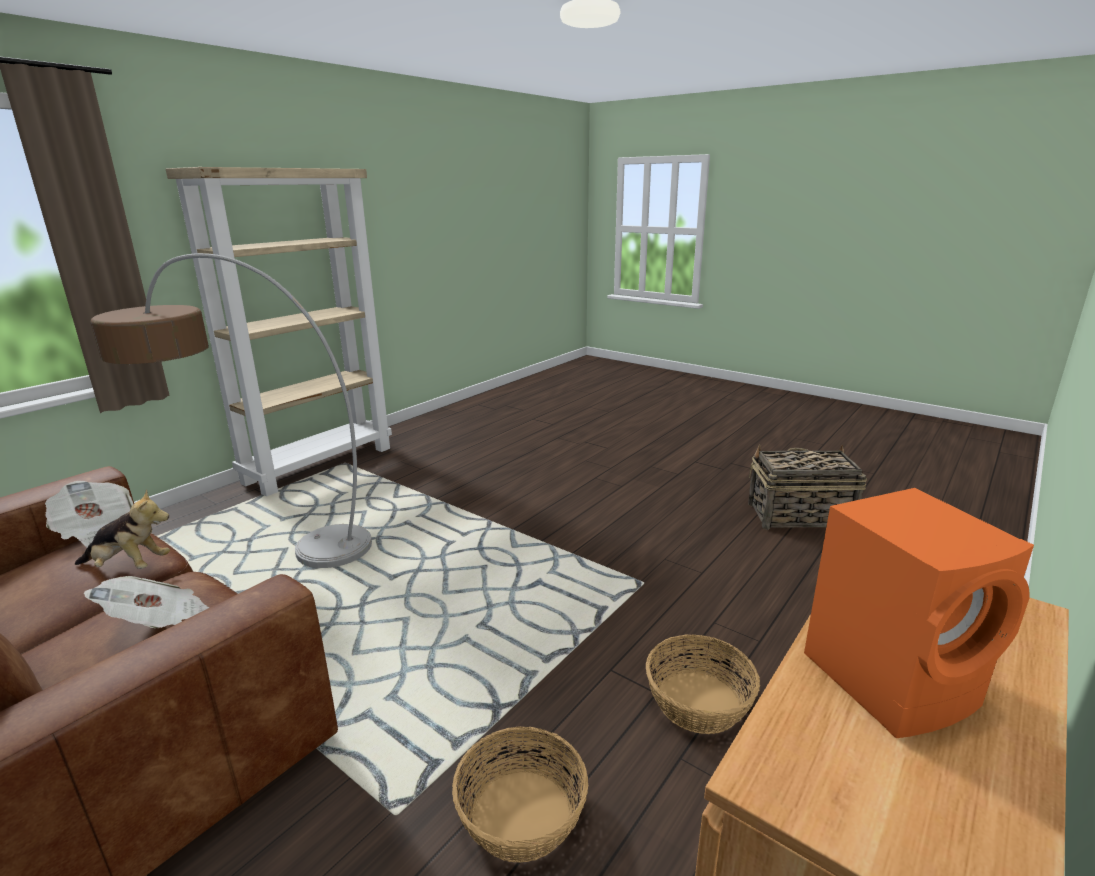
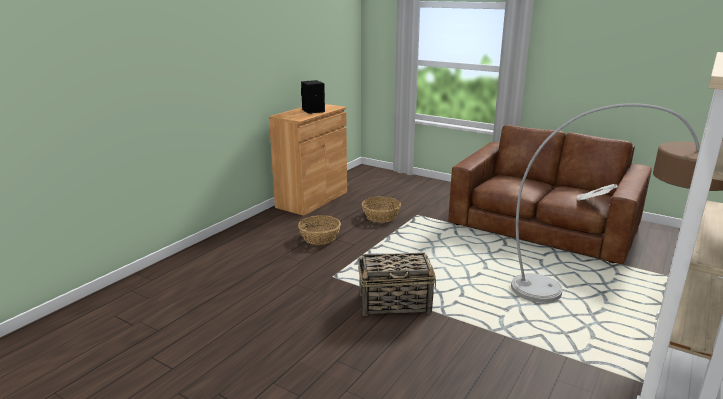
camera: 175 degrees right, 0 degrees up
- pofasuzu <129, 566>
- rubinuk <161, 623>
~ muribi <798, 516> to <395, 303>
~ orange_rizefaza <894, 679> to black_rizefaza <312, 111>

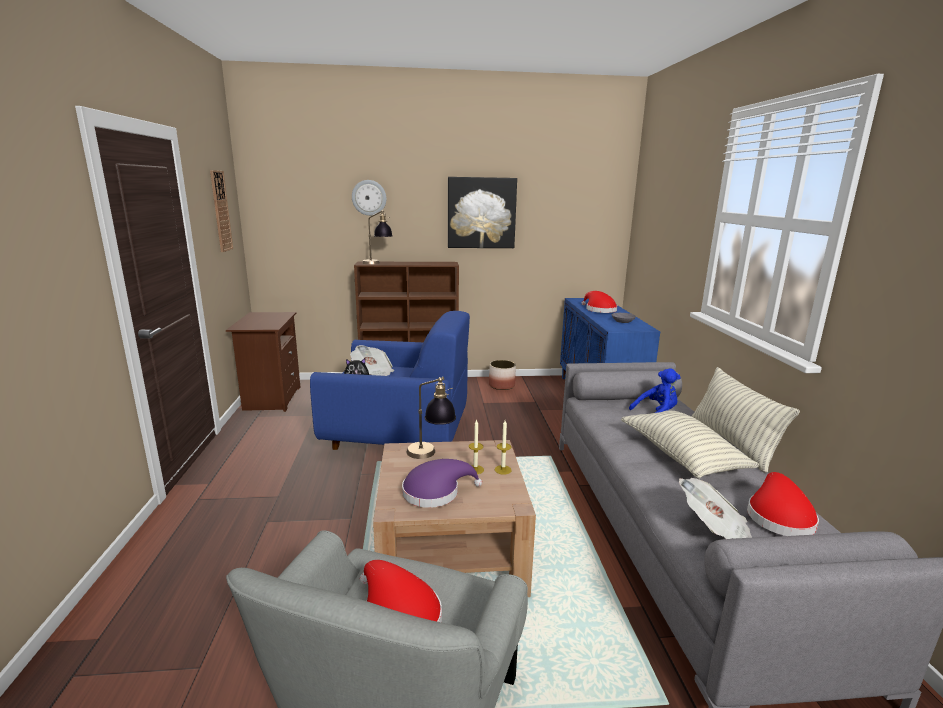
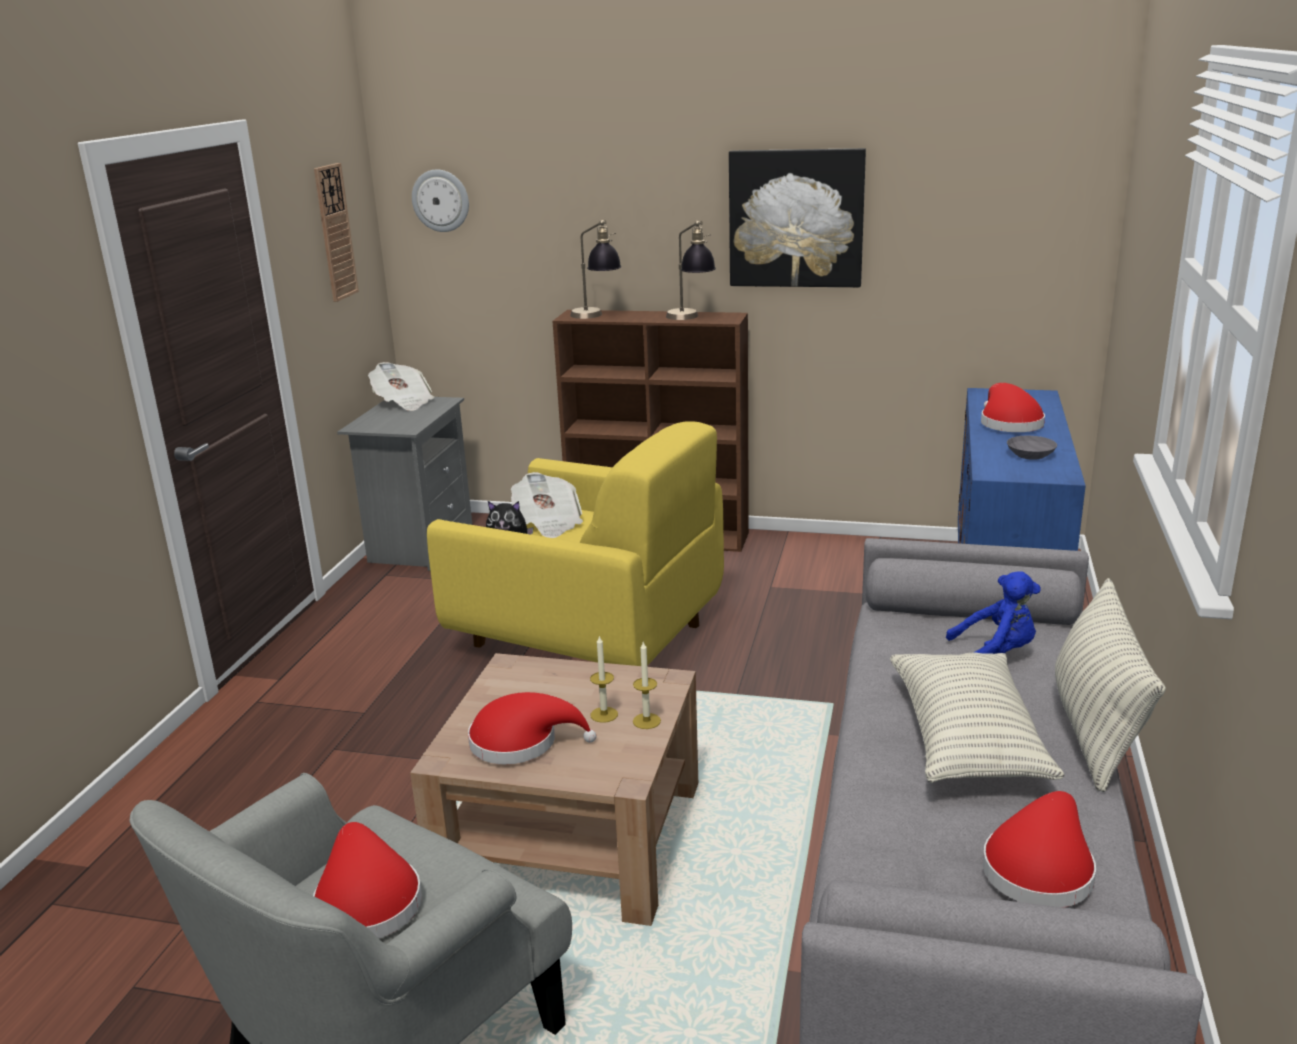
camera: 20 degrees right, 5 degrees up
- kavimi <502, 386>
~ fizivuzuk <369, 197> to <441, 200>
~ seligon <430, 455> to <690, 318>
~ rubinuk <715, 530> to <403, 403>
~ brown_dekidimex <271, 398> to grey_dekidimex <419, 545>
~ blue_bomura <399, 436> to yellow_bomura <590, 636>
~ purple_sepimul <435, 492> to red_sepimul <521, 742>

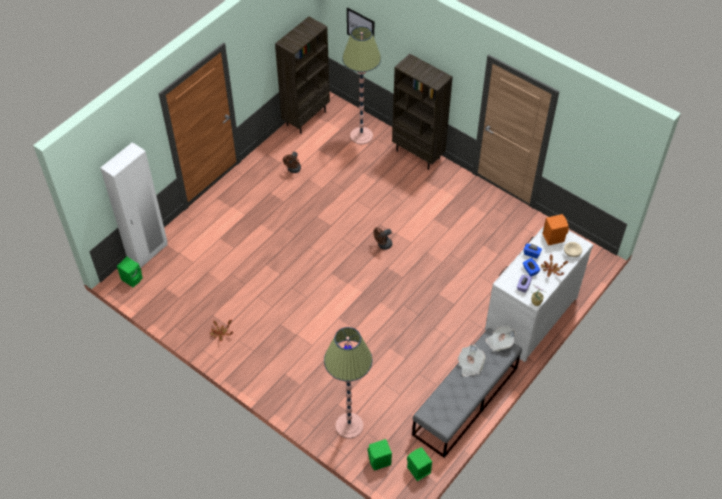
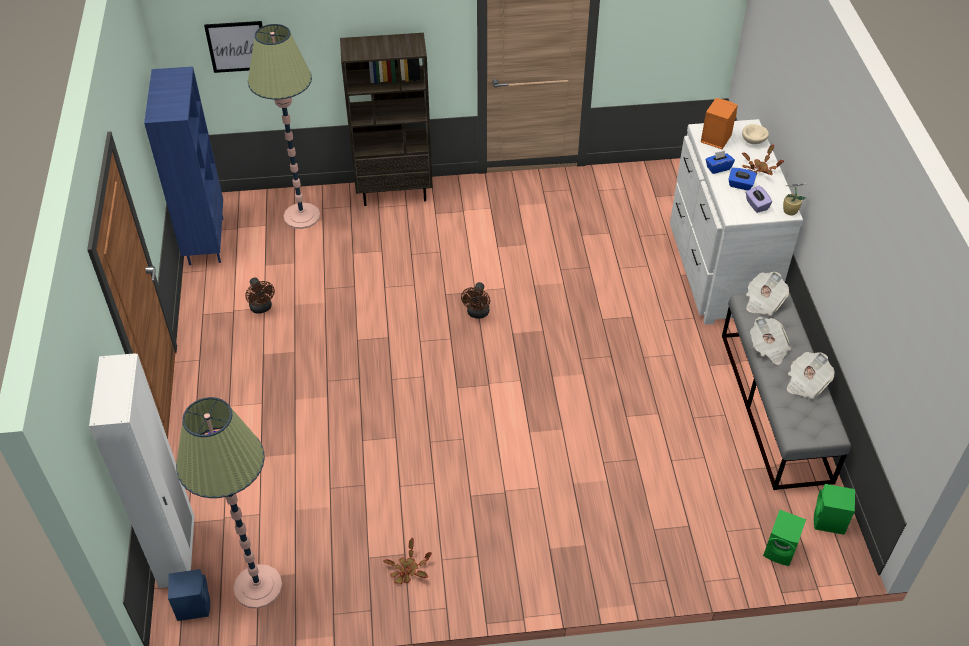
camera: 45 degrees left, 5 degrees down
+ rubinuk <806, 383>
~ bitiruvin <349, 426> to <258, 586>
~ green_rizefaza <132, 278> to blue_rizefaza <193, 605>
~ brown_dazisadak <306, 118> to blue_dazisadak <205, 241>

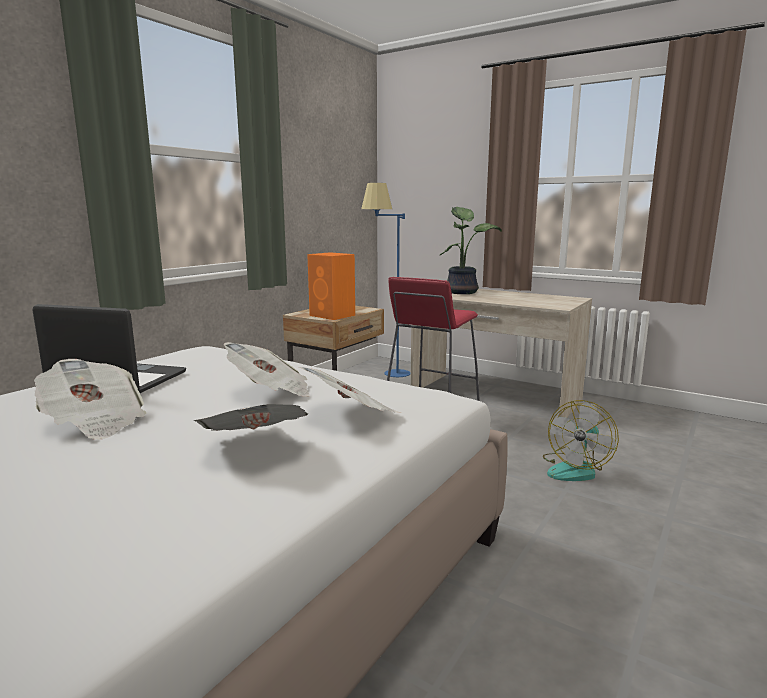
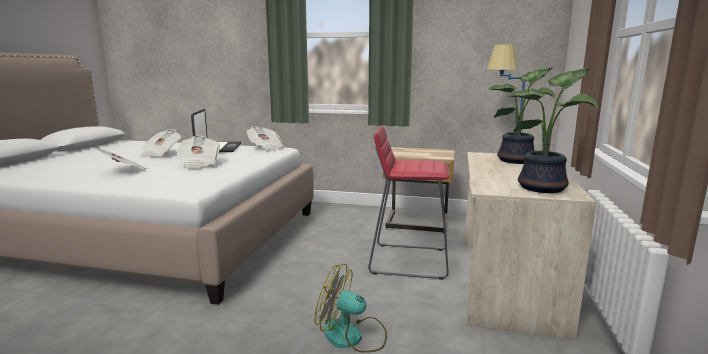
camera: 70 degrees right, 0 degrees up
- orange_rizefaza <333, 315>
+ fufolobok <545, 188>
~ rubinuk <351, 415> to <265, 148>

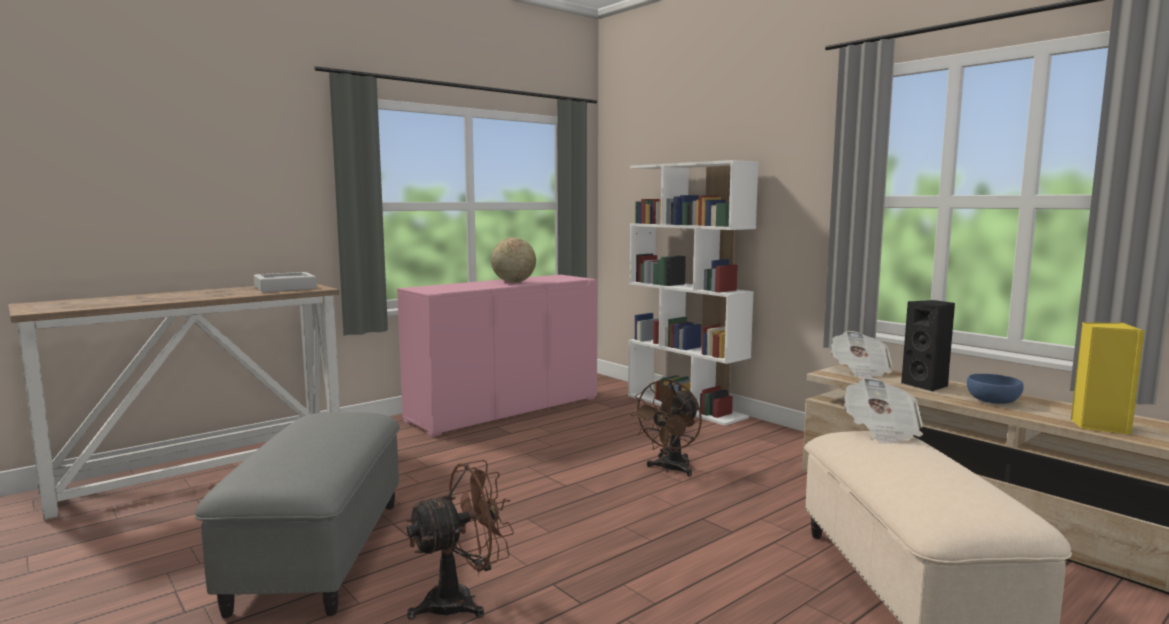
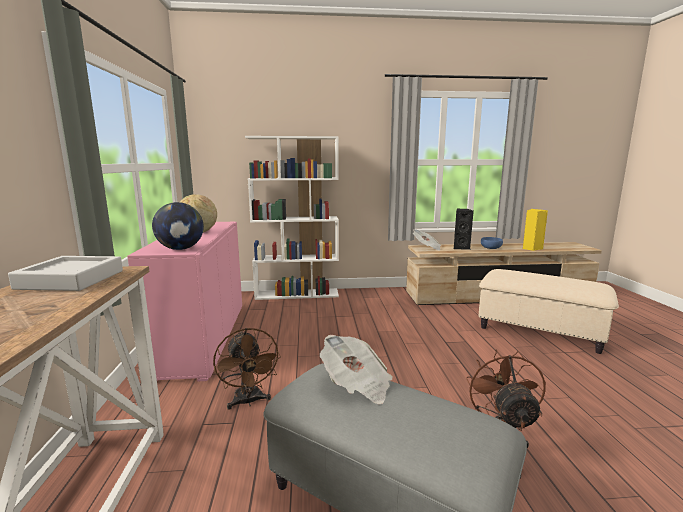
camera: 55 degrees left, 5 degrees up
+ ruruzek <181, 249>
~ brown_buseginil <670, 469> to <248, 402>
~ rubinuk <881, 431> to <357, 385>

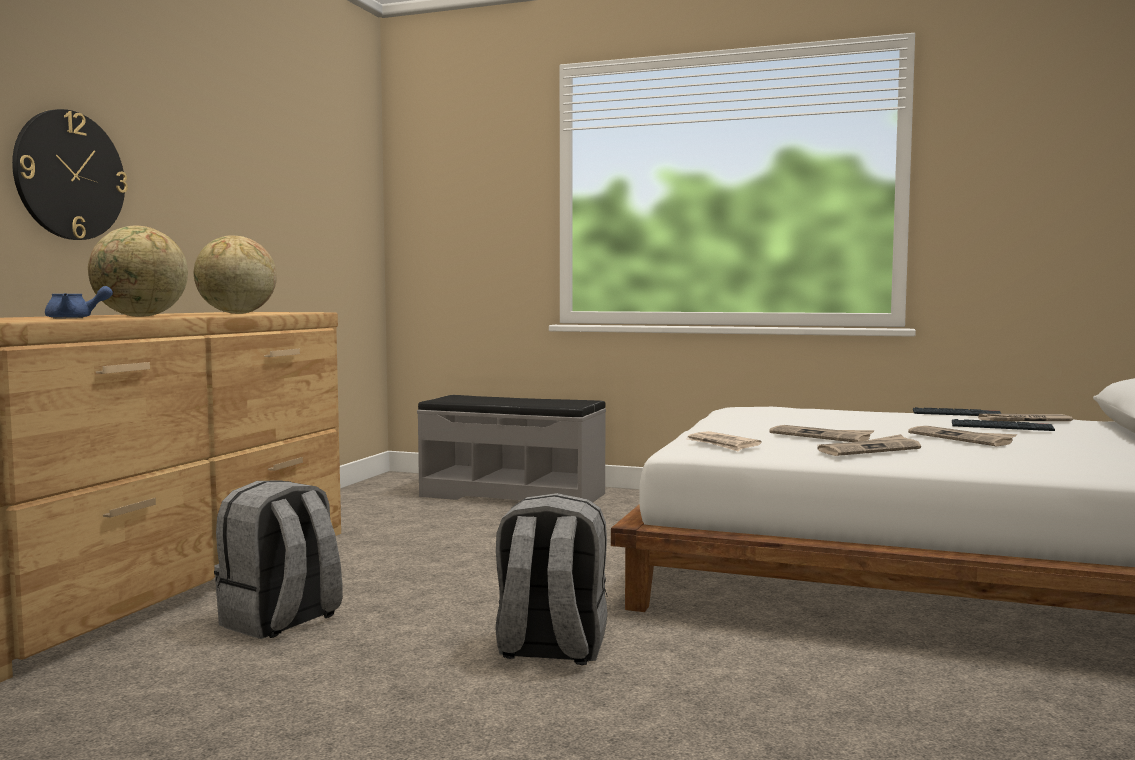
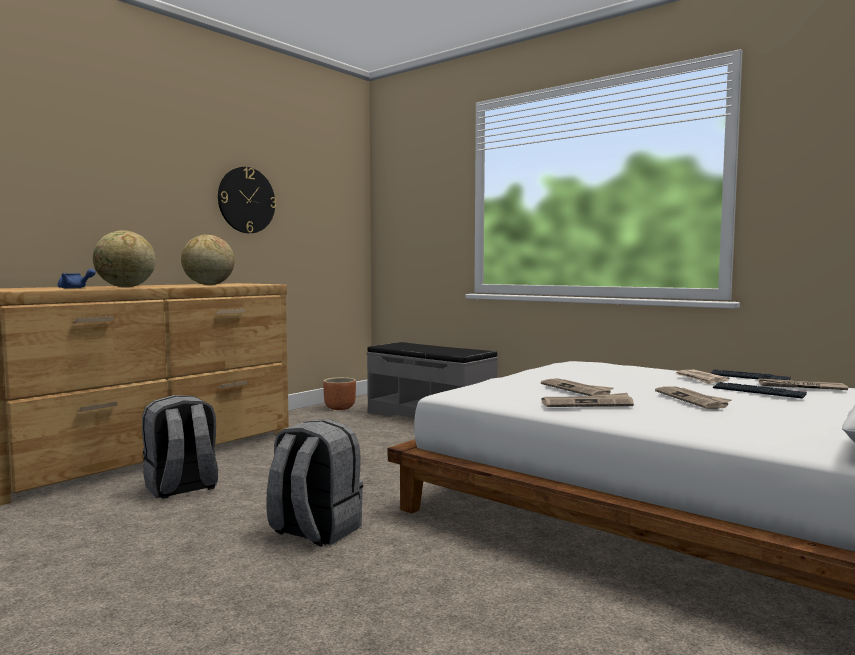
camera: 20 degrees right, 0 degrees up
+ brown_kavimi <340, 408>
~ fizivuzuk <70, 175> to <246, 200>
~ rubinuk <722, 444> to <700, 379>

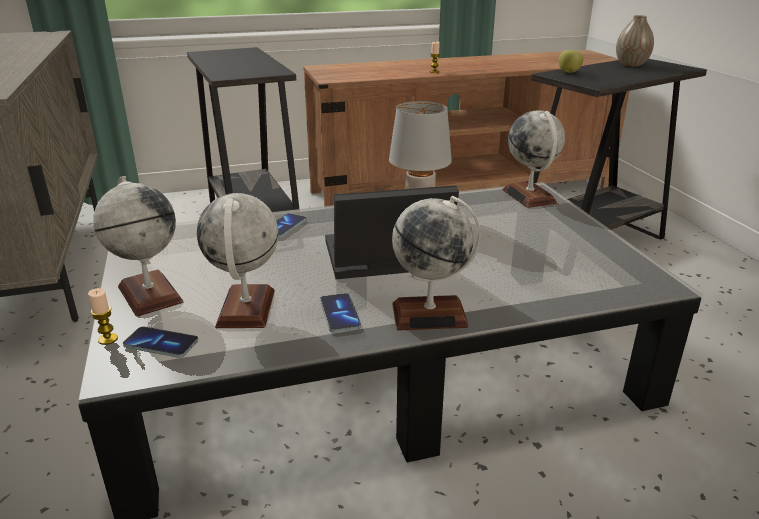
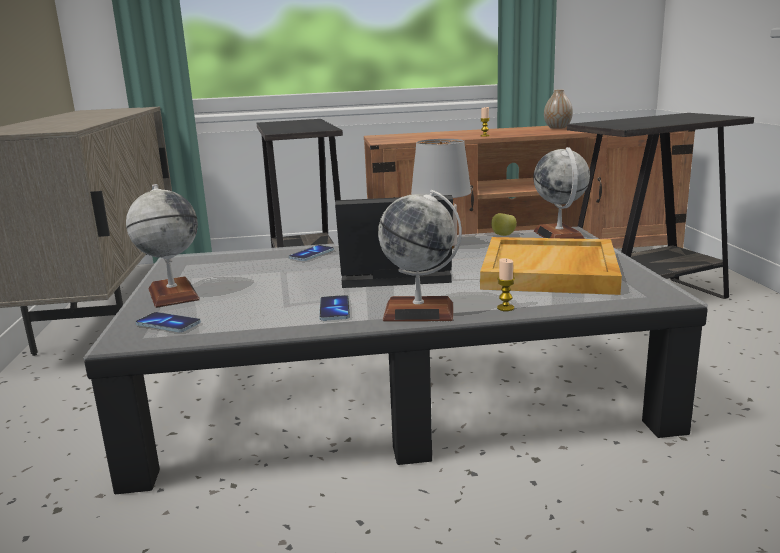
camera: 10 degrees right, 10 degrees down
- ruruzek <246, 308>
+ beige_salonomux <550, 271>
~ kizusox <108, 339> to <505, 308>
~ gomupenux <569, 72> to <503, 235>
~ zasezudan <631, 64> to <557, 128>

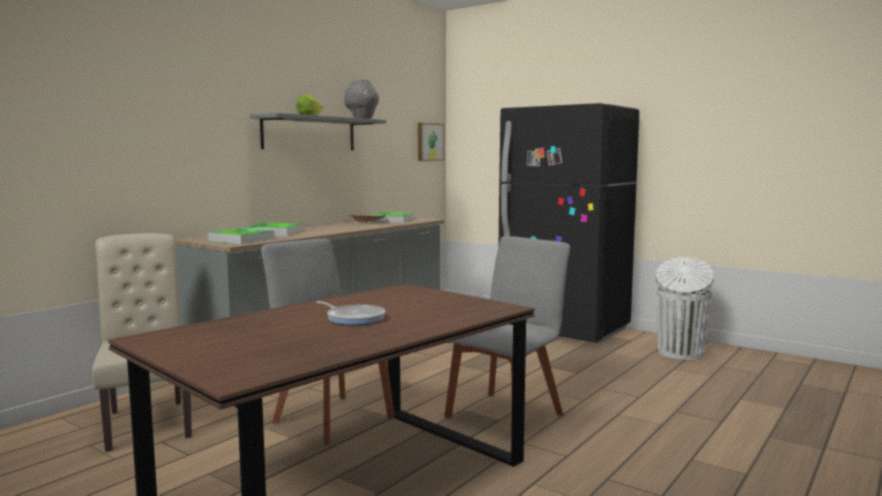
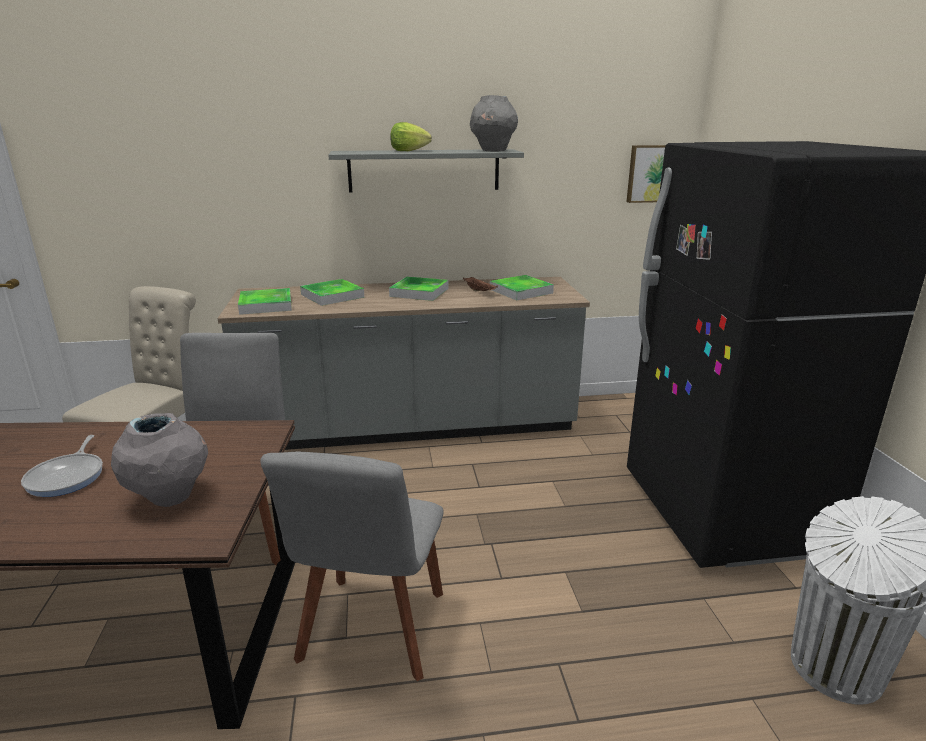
camera: 45 degrees right, 15 degrees up
+ grey_zasezudan <170, 498>
+ salonomux <419, 292>
~ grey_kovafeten <507, 413> = <371, 632> 105 degrees clockwise

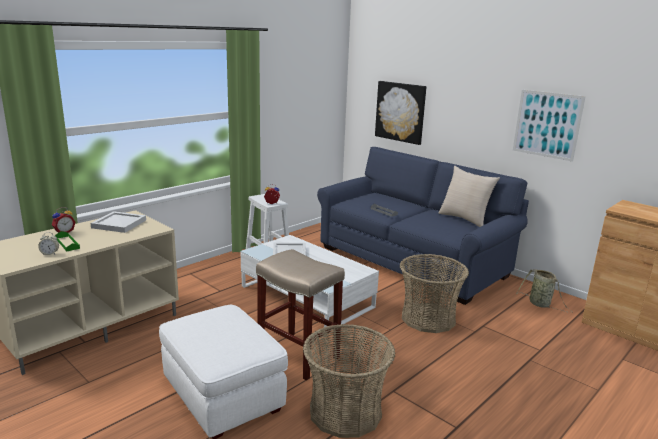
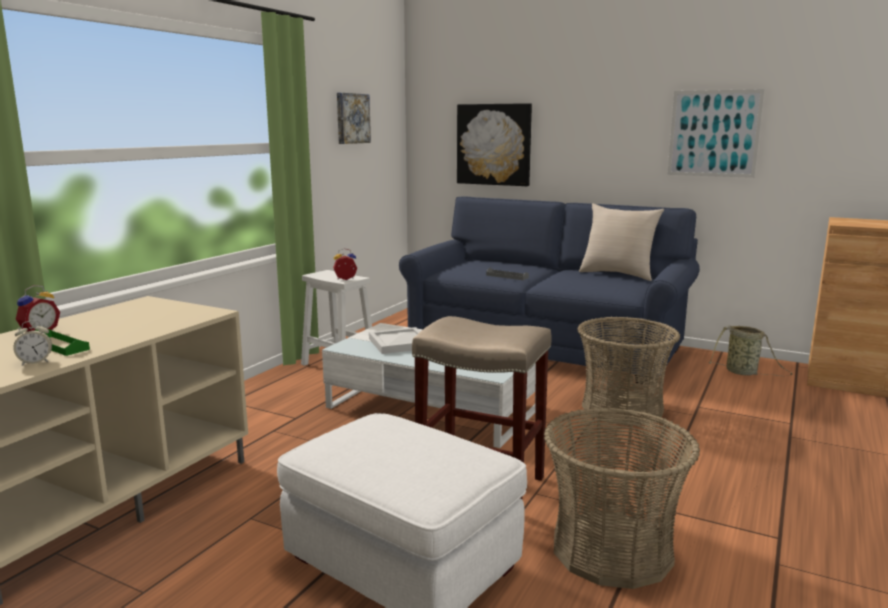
camera: 15 degrees left, 5 degrees down
- white_salonomux <118, 224>
+ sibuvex <351, 118>

